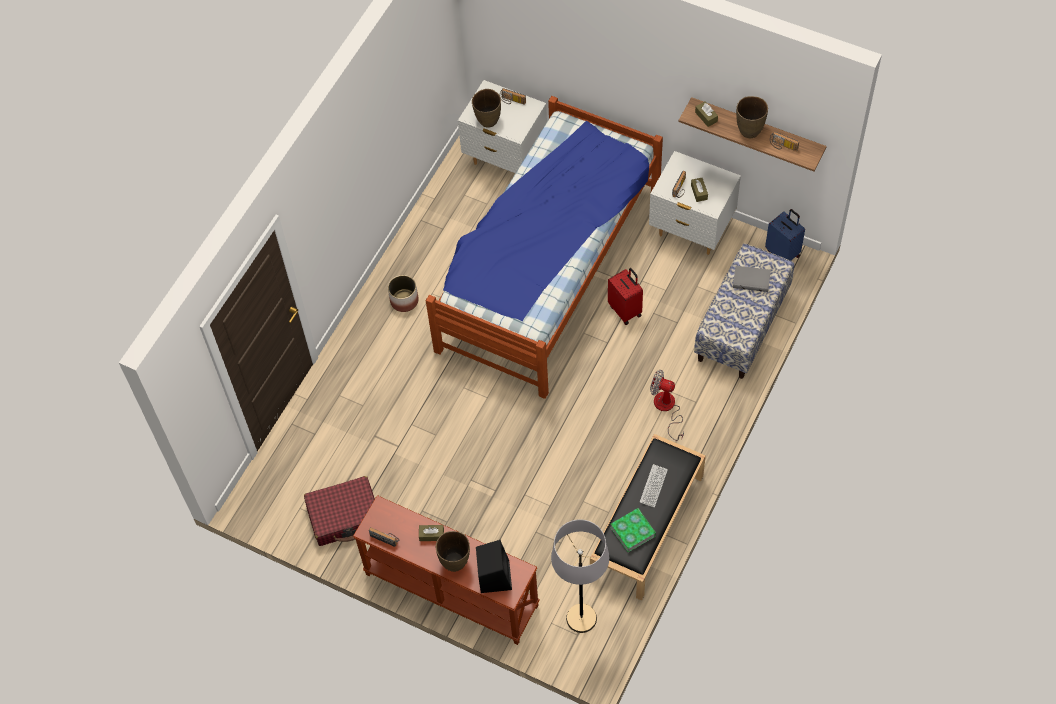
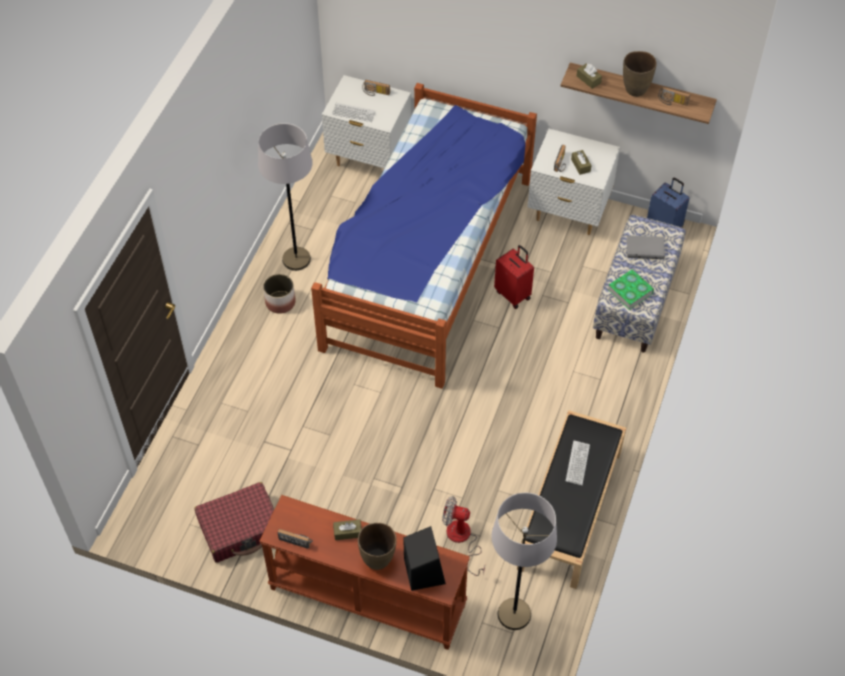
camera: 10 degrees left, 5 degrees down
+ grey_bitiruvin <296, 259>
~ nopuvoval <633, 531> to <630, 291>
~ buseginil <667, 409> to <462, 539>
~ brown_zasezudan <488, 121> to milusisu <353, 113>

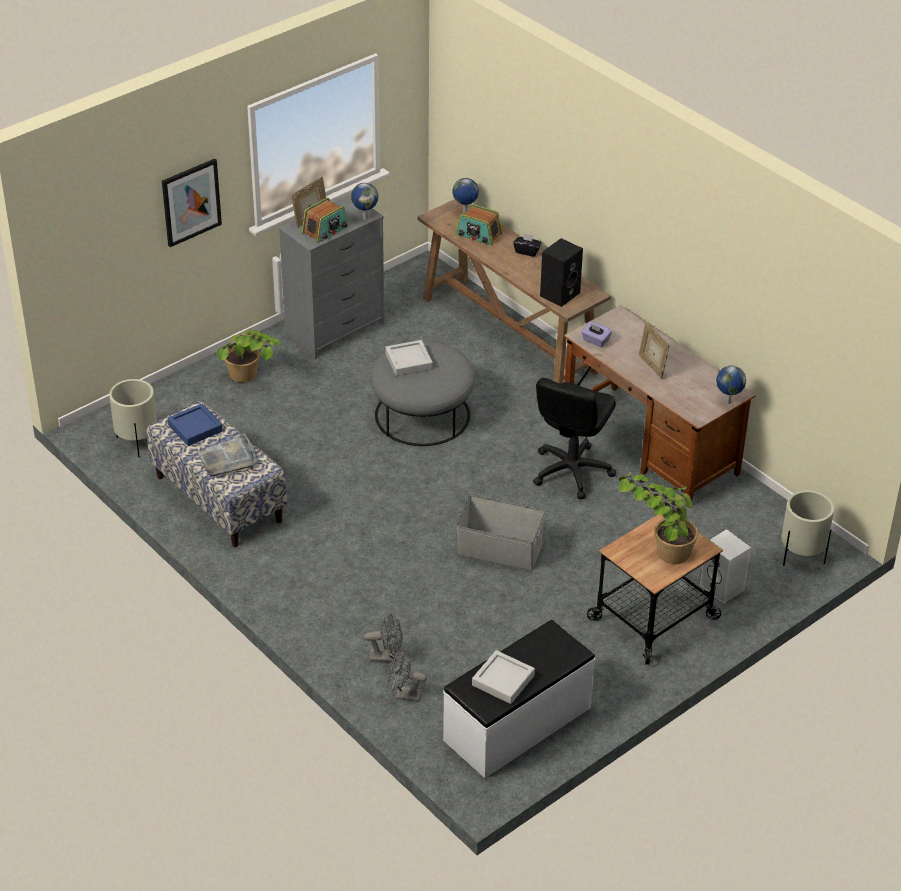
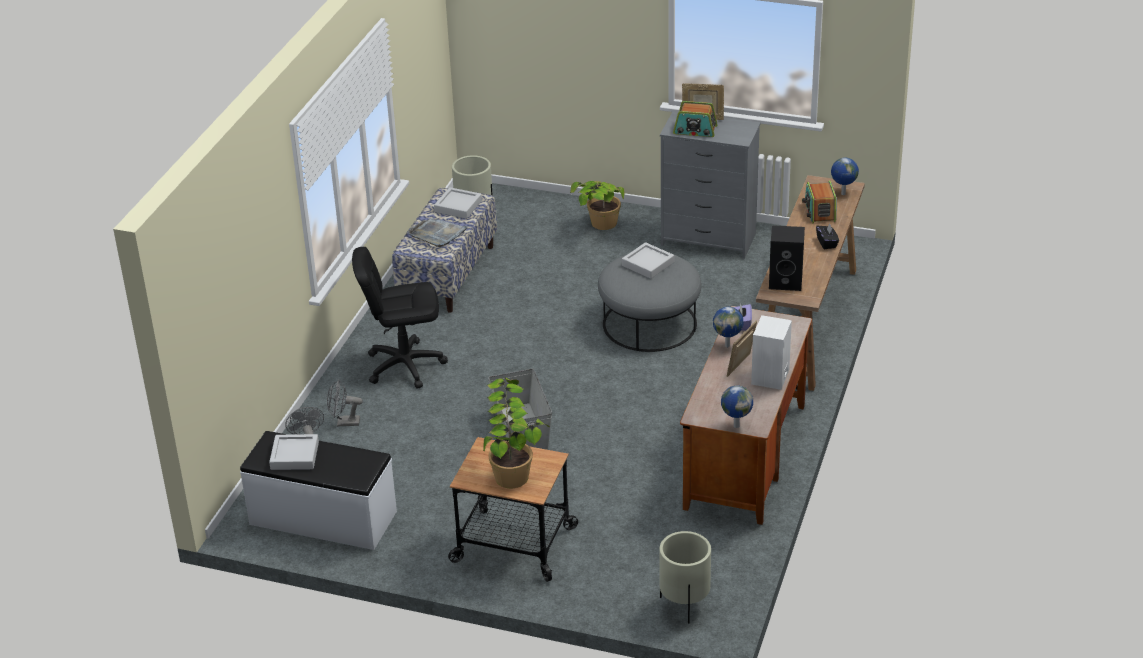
camera: 60 degrees right, 5 degrees down
- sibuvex <191, 202>
~ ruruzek <365, 218> to <728, 345>
~ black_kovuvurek <571, 471> to <404, 365>
~ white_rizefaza <723, 587> to <771, 377>
~ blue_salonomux <195, 428> to grey_salonomux <458, 206>
~ grey_buseginil <386, 656> = <344, 422> 120 degrees clockwise

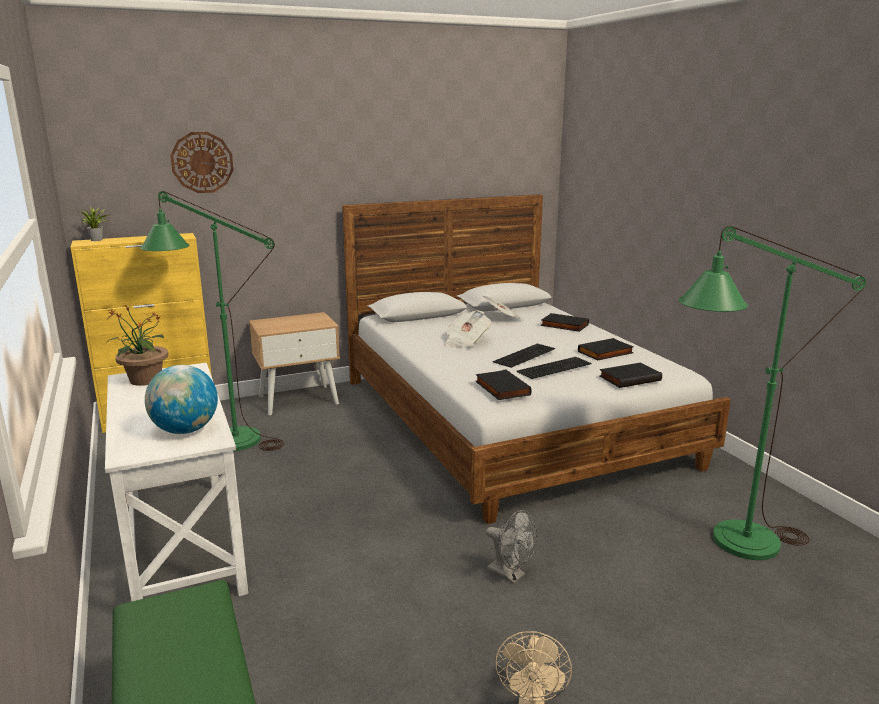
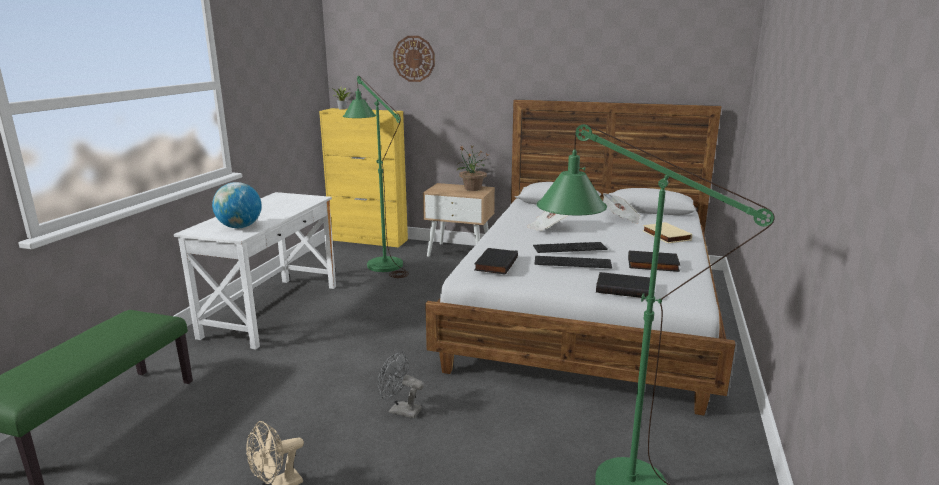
camera: 40 degrees right, 0 degrees up
~ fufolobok <144, 380> to <472, 189>
~ black_nopuvoval <563, 325> to beige_nopuvoval <665, 235>
~ grey_buseginil <511, 575> = <400, 410> 120 degrees clockwise

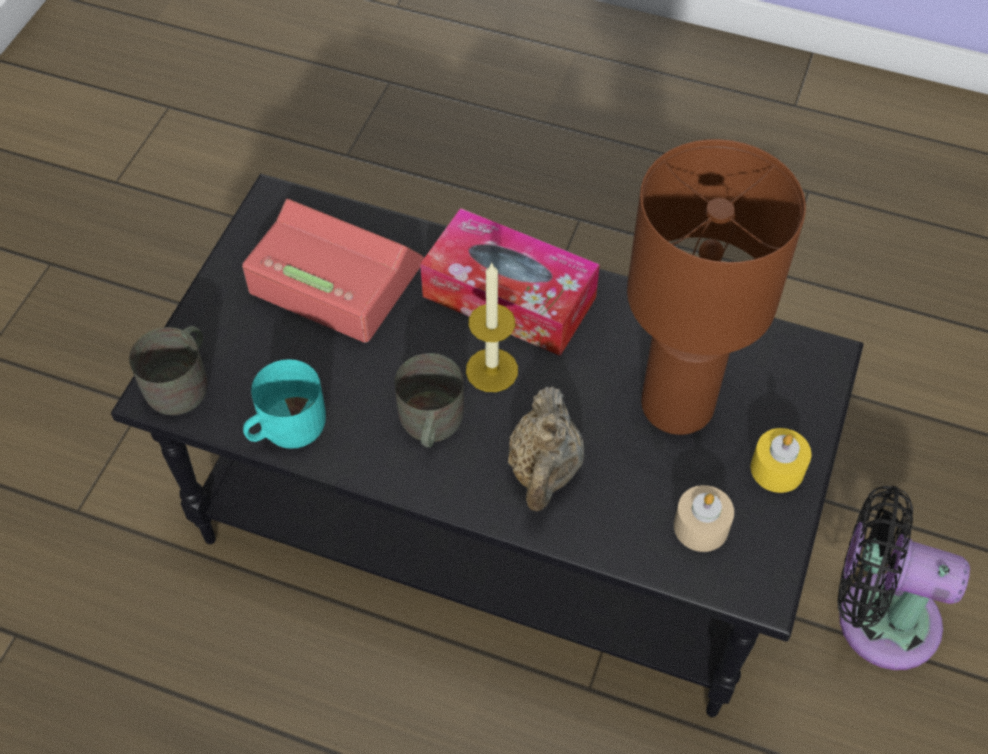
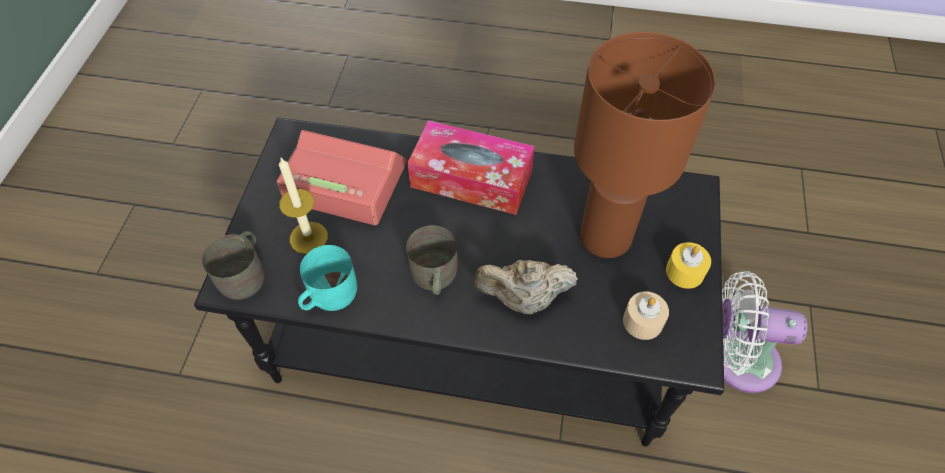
camera: 10 degrees left, 0 degrees up
~ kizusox <492, 370> to <308, 237>
~ black_buseginil <877, 617> to white_buseginil <737, 359>
~ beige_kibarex <544, 471> = <523, 299> 90 degrees clockwise

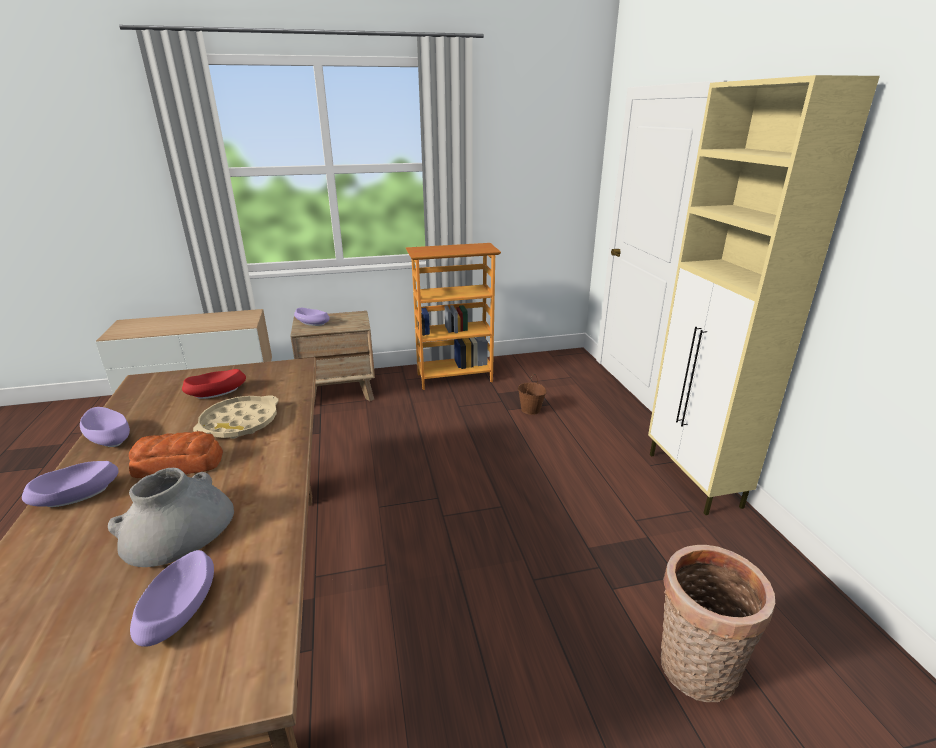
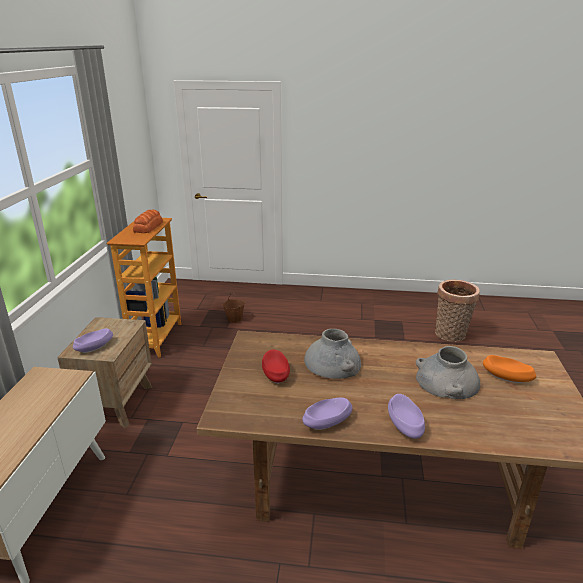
camera: 70 degrees left, 0 degrees up
- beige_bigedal <694, 480>
~ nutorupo <179, 464> to <148, 227>
~ beige_salonomux <240, 423> to grey_zasezudan <332, 363>
~ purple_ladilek <180, 609> to orange_ladilek <506, 377>

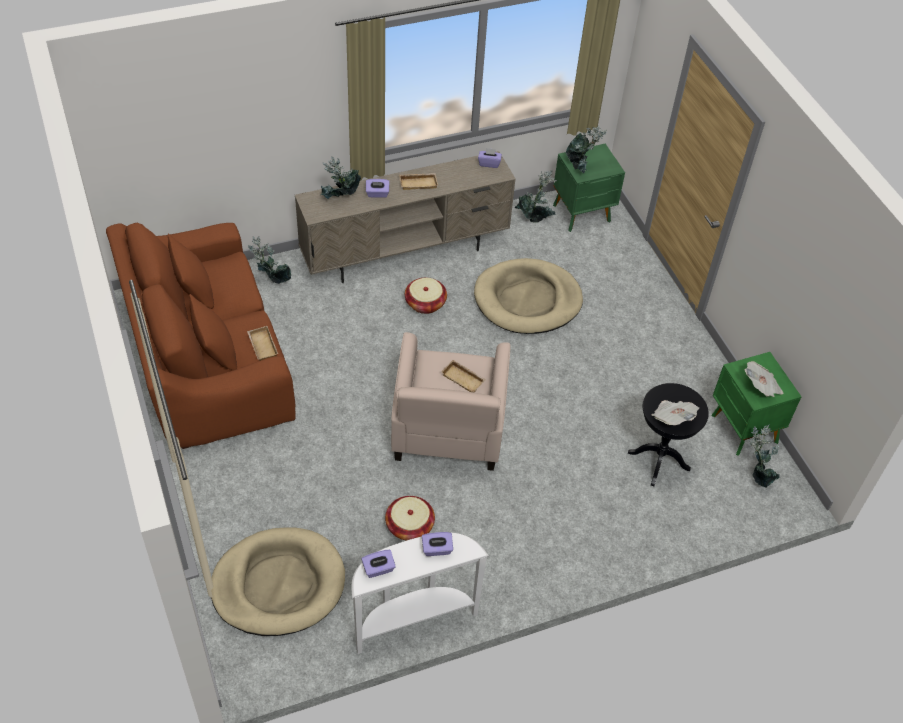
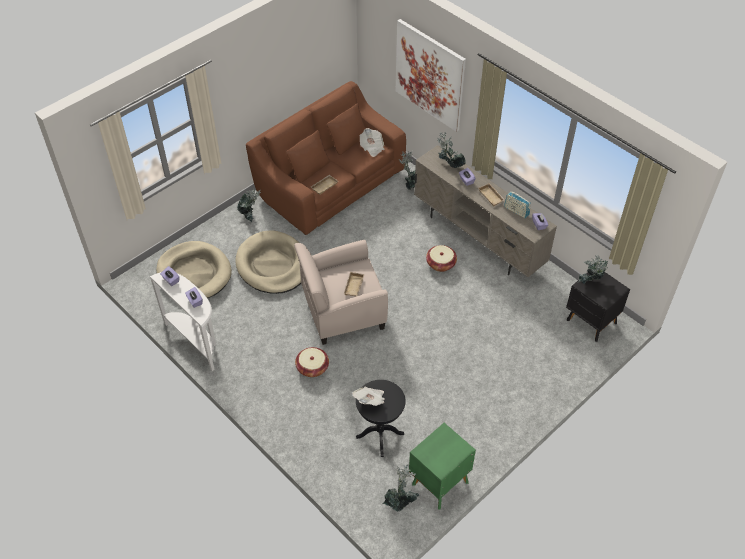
camera: 70 degrees right, 0 degrees up
+ sibuvex <430, 75>
+ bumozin <516, 211>
~ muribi <409, 526> to <312, 367>
~ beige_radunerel <527, 300> to <273, 265>
~ fufolobok <535, 217> to <250, 216>
~ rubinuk <761, 387> to <372, 147>
~ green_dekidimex <582, 214> to black_dekidimex <591, 322>

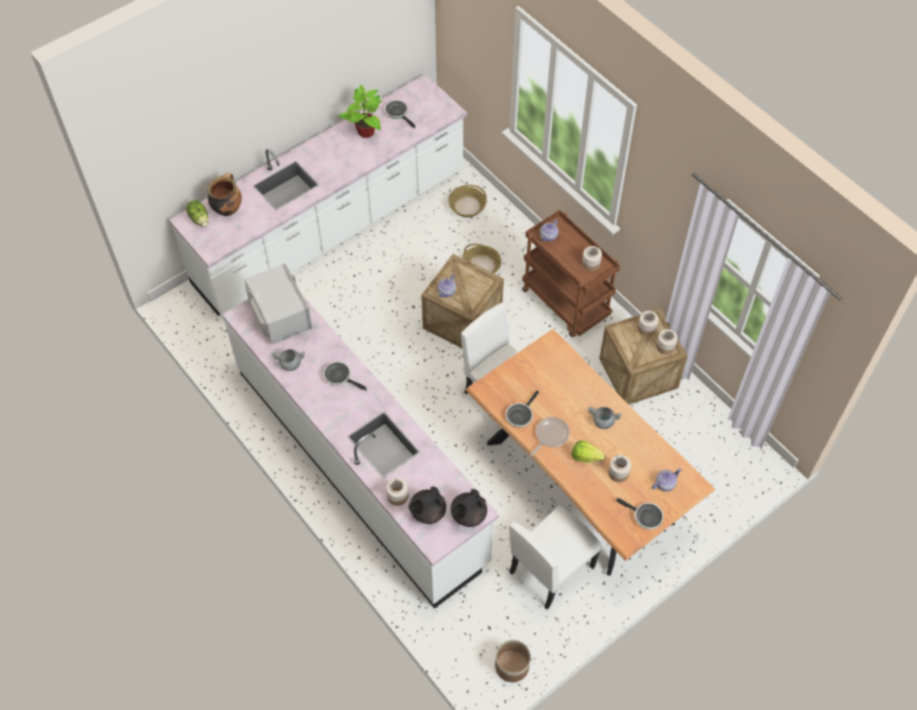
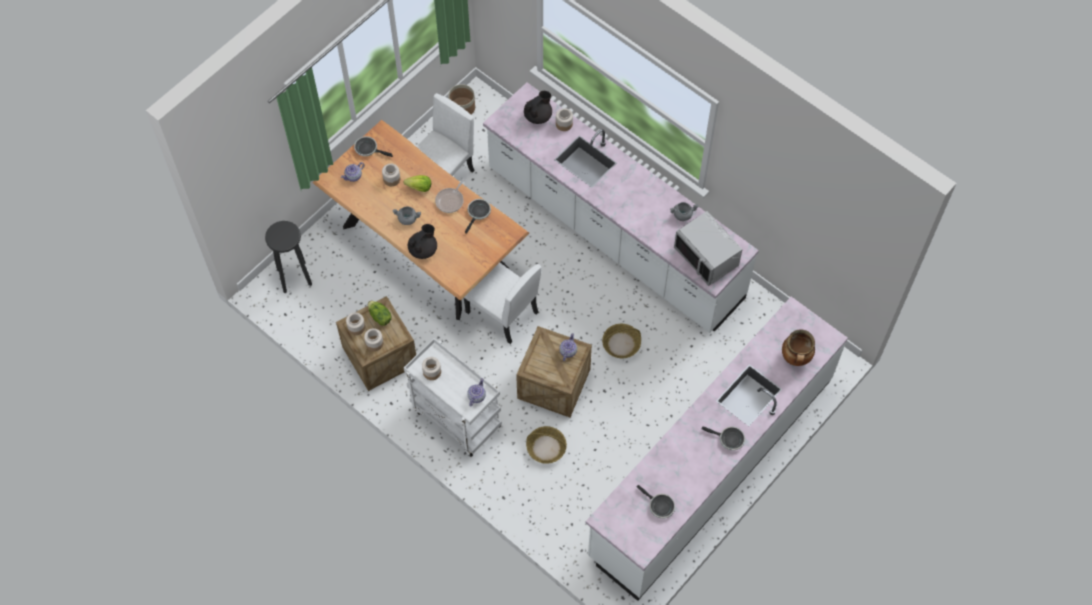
camera: 170 degrees right, 5 degrees up
- fufolobok <366, 132>
+ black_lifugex <294, 276>
~ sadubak <200, 219> to <379, 317>
~ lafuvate <340, 377> to <729, 439>
~ muribi <467, 206> to <621, 344>
~ black_kibarex <468, 515> to <423, 249>
~ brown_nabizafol <566, 304> to white_nabizafol <455, 418>

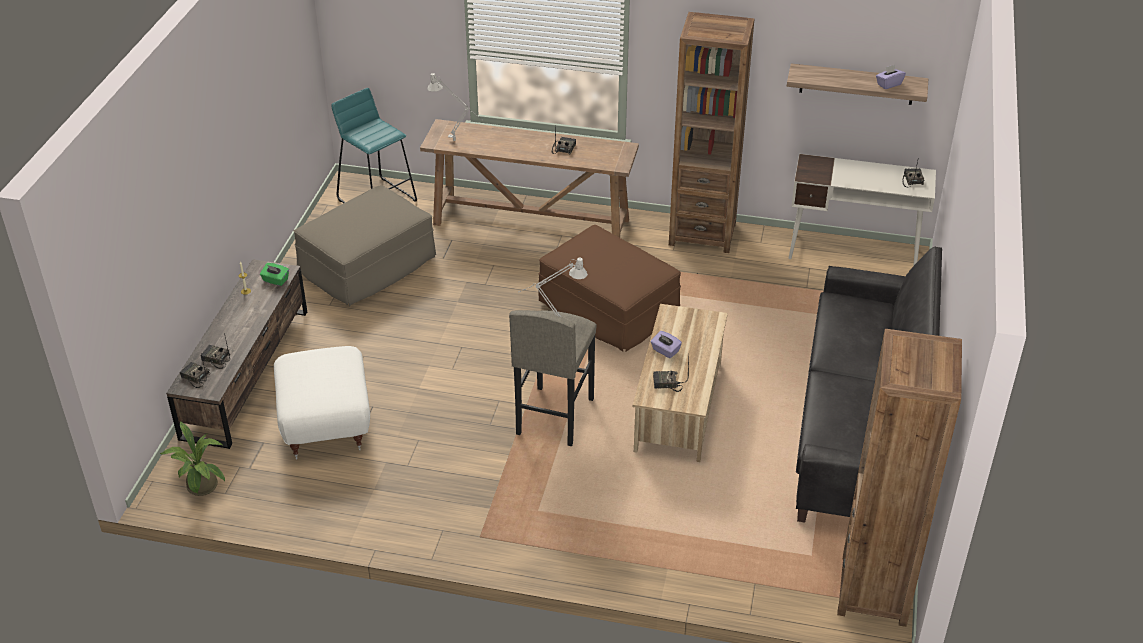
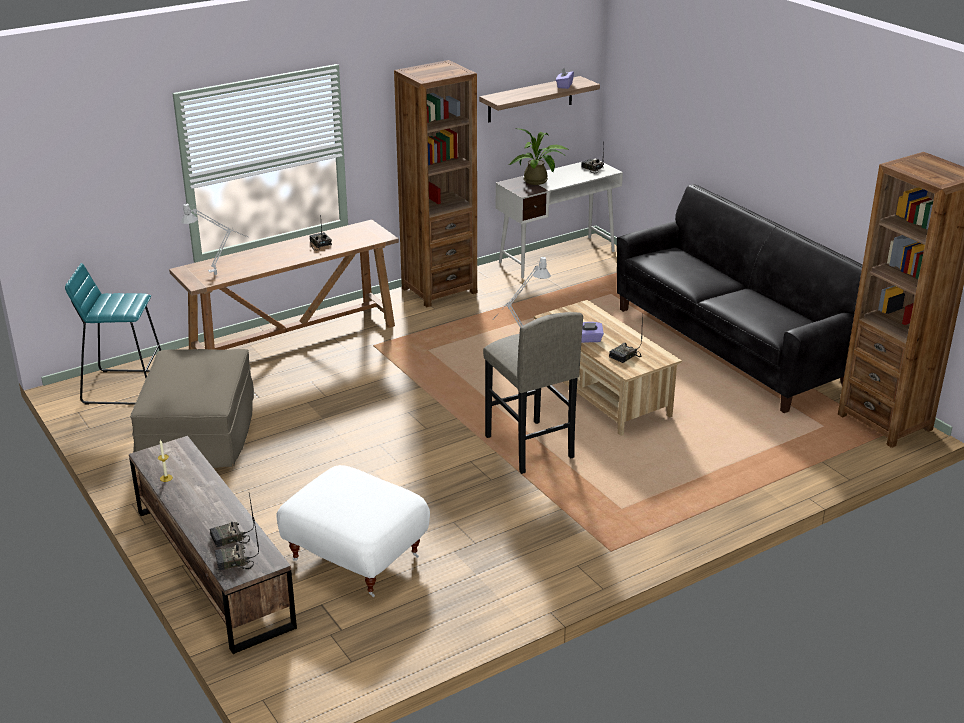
camera: 45 degrees left, 10 degrees down
- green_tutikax <275, 280>
- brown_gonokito <608, 310>
~ fufolobok <202, 489> to <538, 181>

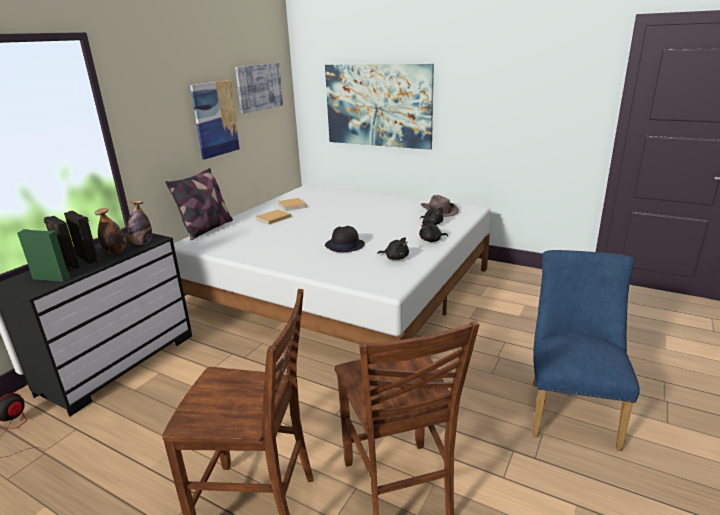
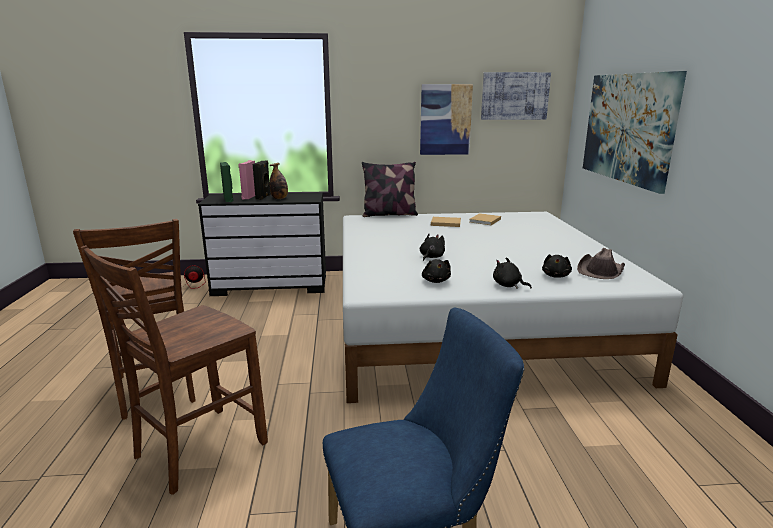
camera: 55 degrees right, 5 degrees down
- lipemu <142, 243>
~ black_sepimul <344, 245> to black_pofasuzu <431, 257>
~ black_rizefaza <67, 265> to pink_rizefaza <249, 197>

